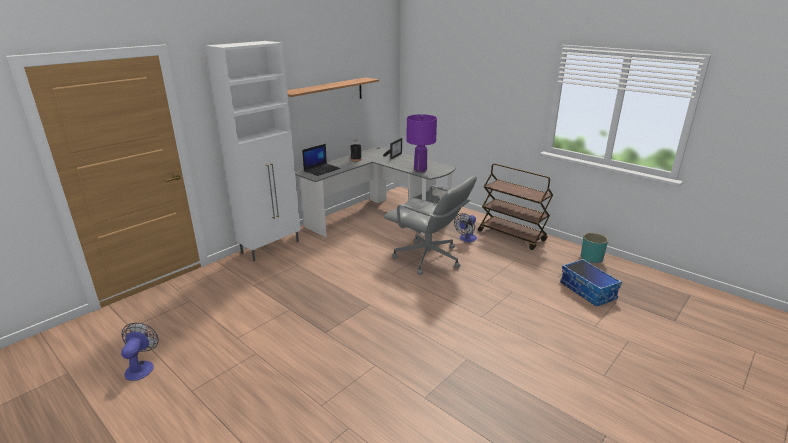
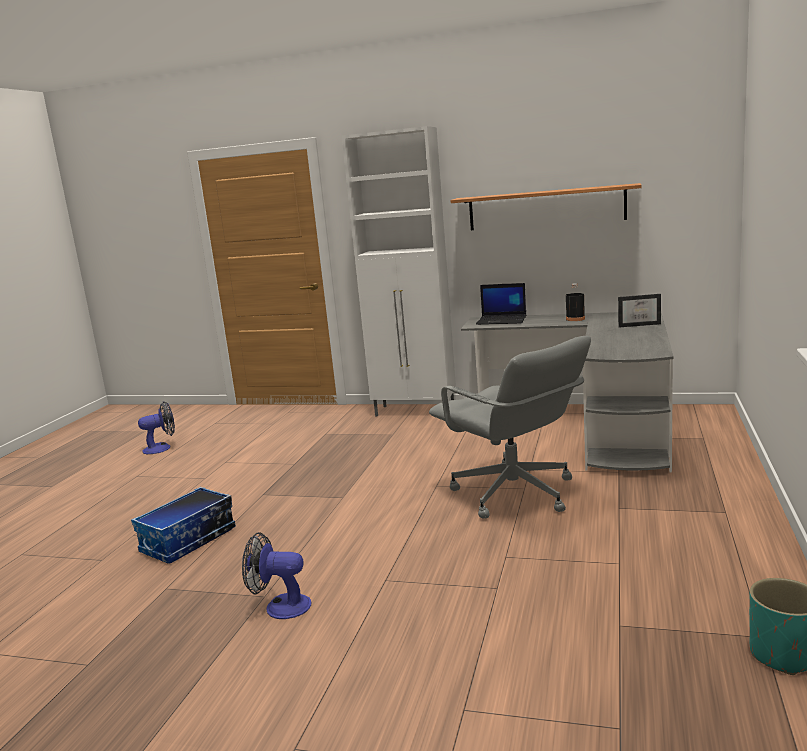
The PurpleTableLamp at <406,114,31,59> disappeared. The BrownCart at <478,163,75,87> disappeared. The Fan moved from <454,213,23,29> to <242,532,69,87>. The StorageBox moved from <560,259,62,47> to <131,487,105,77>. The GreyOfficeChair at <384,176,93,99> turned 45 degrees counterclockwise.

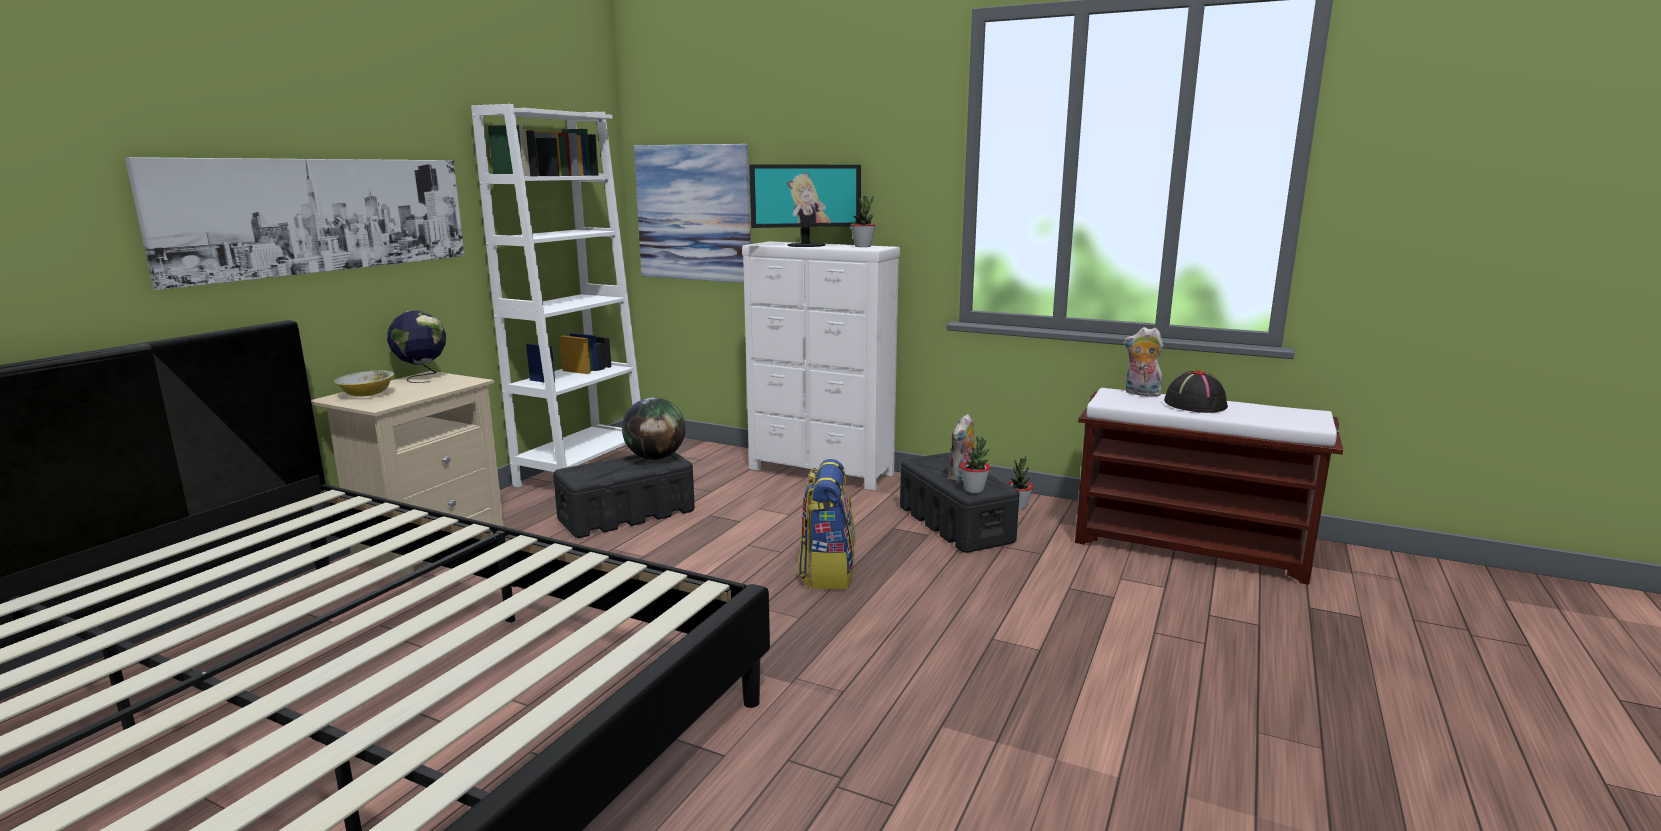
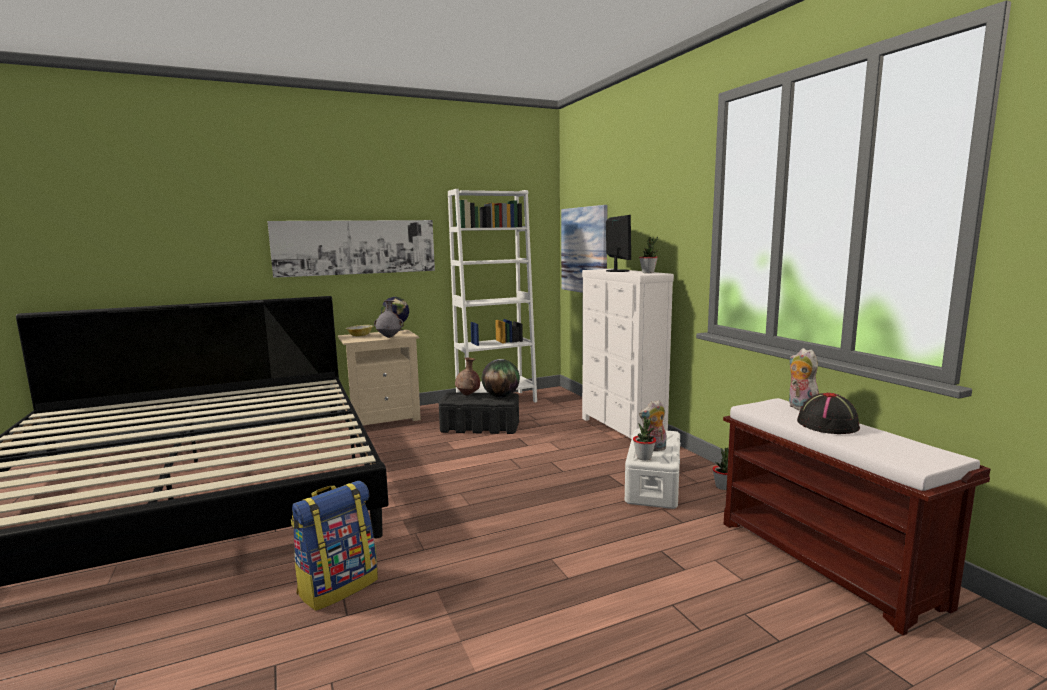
The GreyVase at <374,300,30,38> appeared. The BrownVase at <455,358,25,37> appeared. The Backpack moved from <798,459,57,130> to <291,481,87,130>. The BlackStorageBox at <900,453,120,100> became the WhiteStorageBox at <625,428,55,81>. The Monitor at <749,164,112,83> turned 120 degrees counterclockwise.

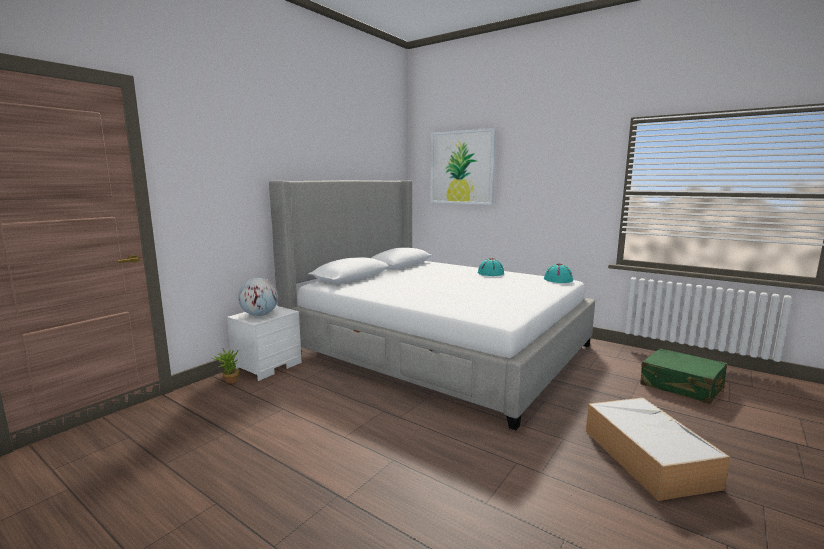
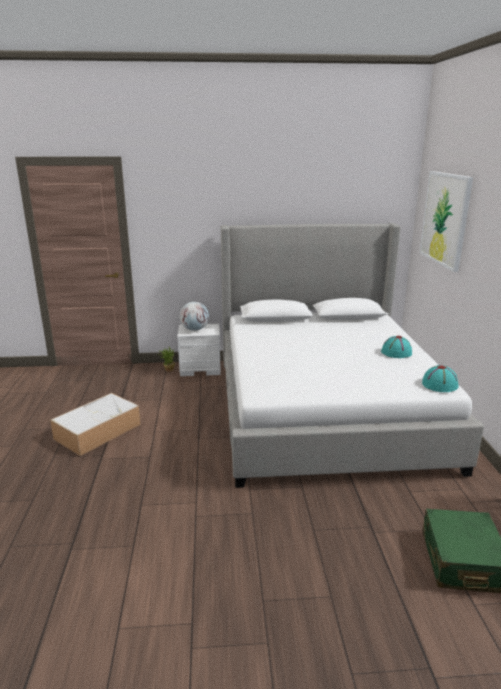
The StorageBox moved from <586,398,144,103> to <50,393,91,63>.

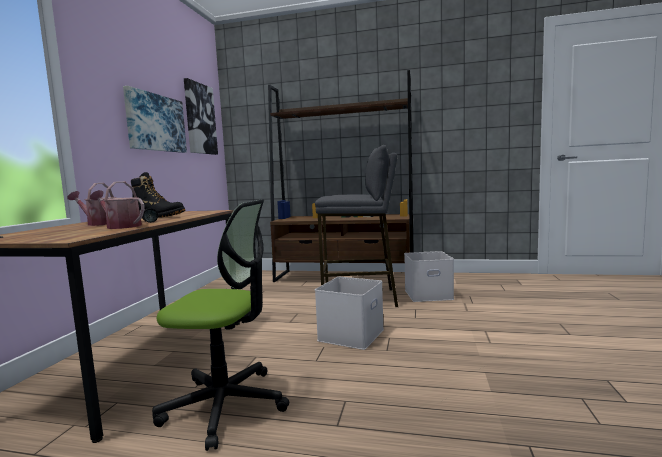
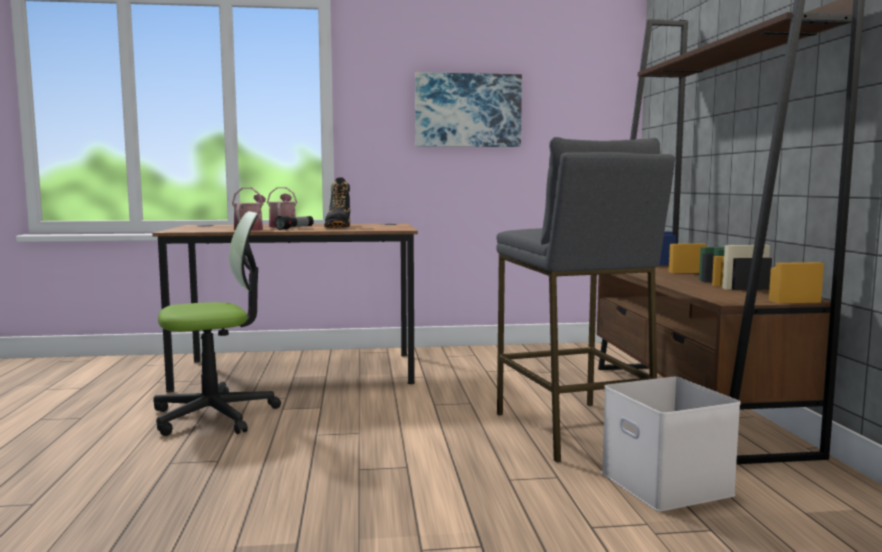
The Picture at <184,78,34,77> disappeared. The WhiteStorageBox at <315,277,69,73> disappeared. The OfficeChair at <152,199,137,252> turned 105 degrees counterclockwise.

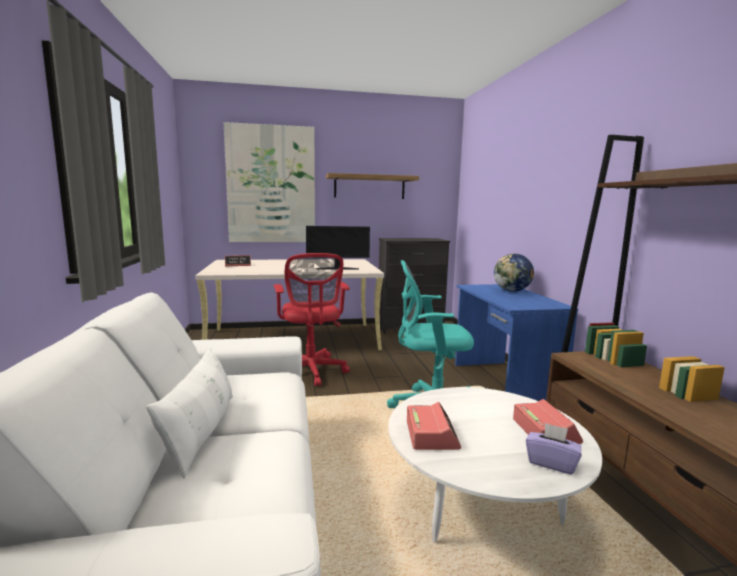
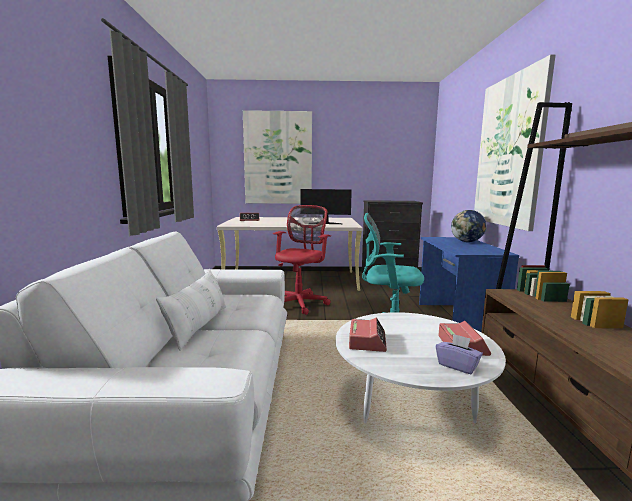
The Shelf at <326,173,93,26> disappeared. The Picture at <474,54,82,177> appeared. The RedOfficeChair at <274,253,76,133> turned 150 degrees counterclockwise.

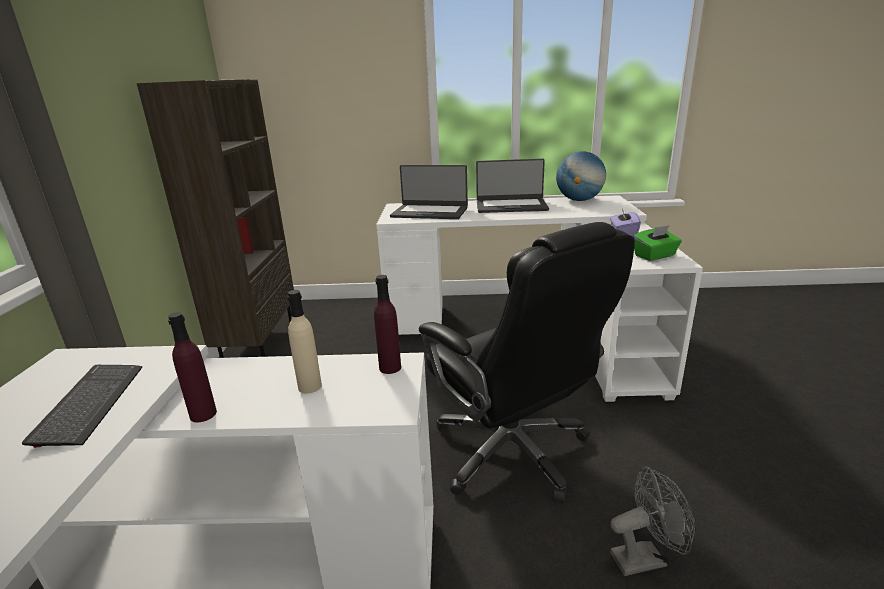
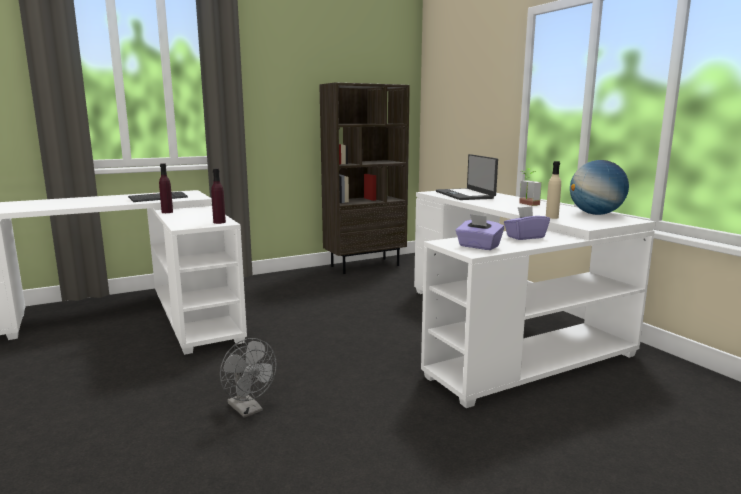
The BlackOfficeChair at <419,222,216,282> disappeared. The BeigeBottle moved from <287,290,35,103> to <546,161,15,58>. The Laptop at <476,159,73,54> was replaced by the PottedPlant at <519,168,23,38>. The GreenTissueBox at <633,225,49,36> became the PurpleTissueBox at <456,214,48,36>.

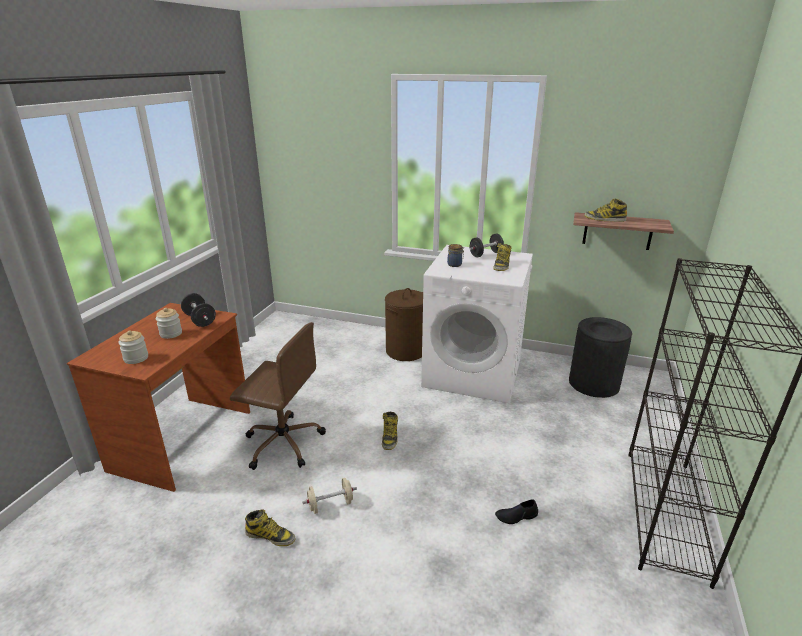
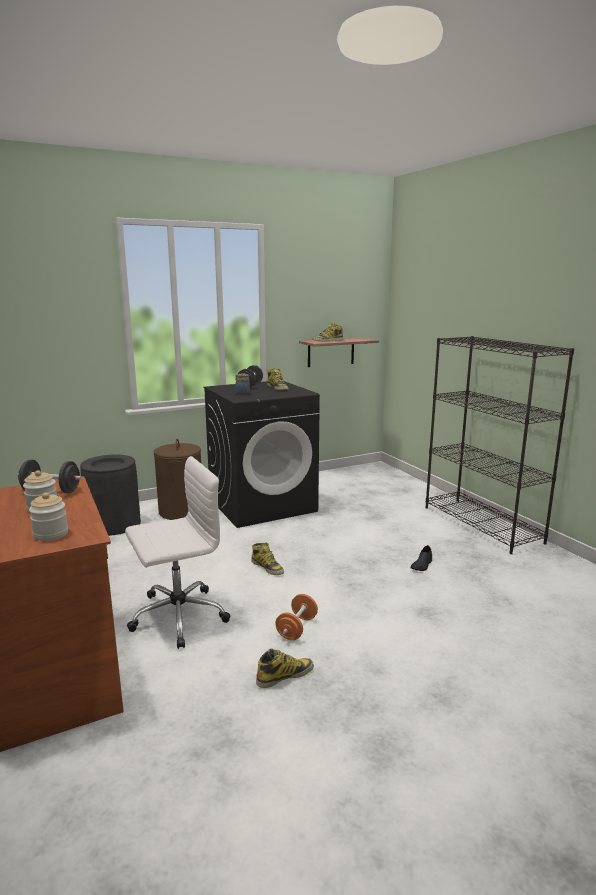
The BlackTrashCan moved from <569,317,63,81> to <80,454,61,82>. The BrownOfficeChair at <230,322,96,148> became the WhiteOfficeChair at <125,456,105,193>. The BeigeDumbbell at <302,478,55,36> became the OrangeDumbbell at <275,594,43,46>. The WhiteWashingMachine at <421,245,112,158> became the BlackWashingMachine at <204,381,116,147>.

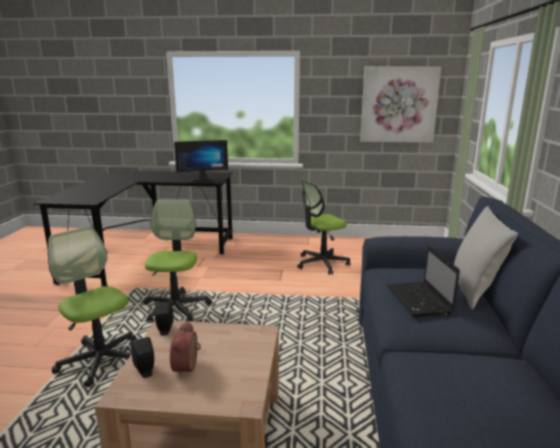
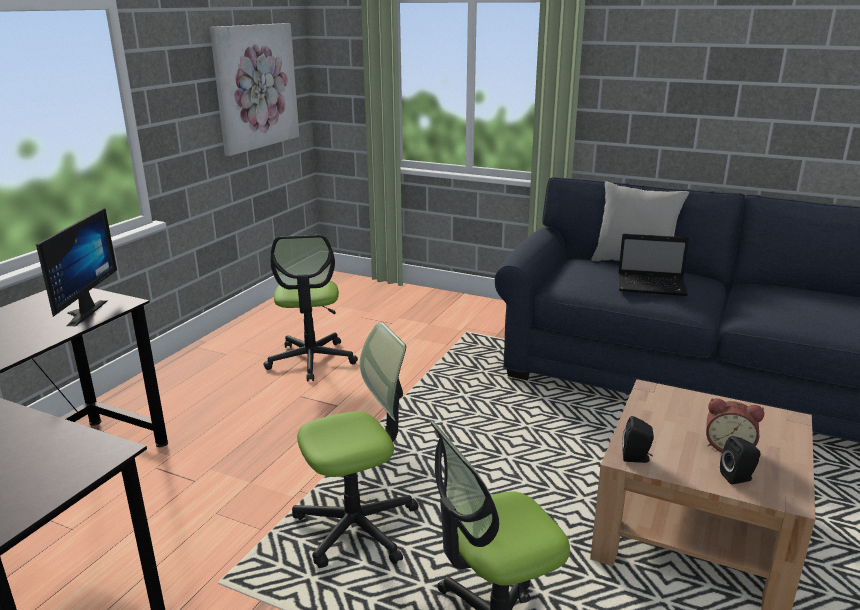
The OfficeChair at <143,200,69,122> turned 135 degrees clockwise.

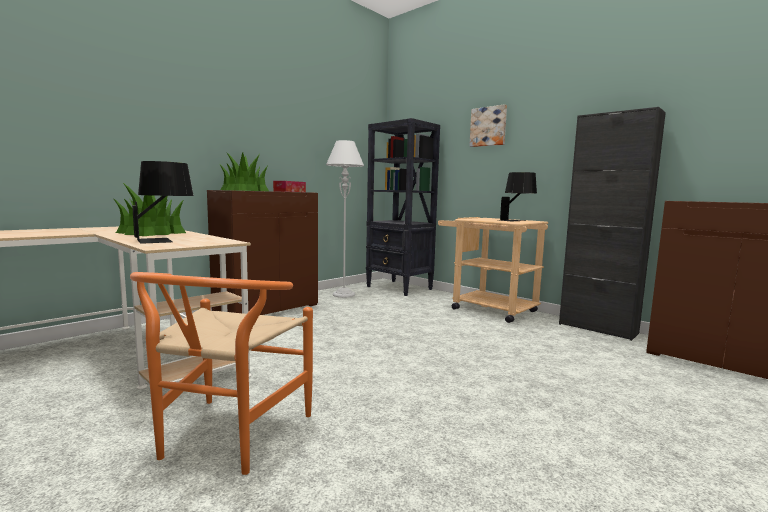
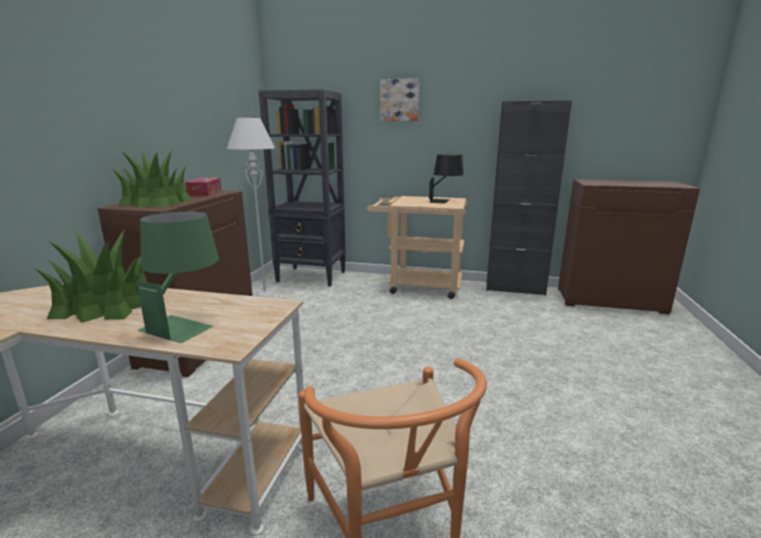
The BlackTableLamp at <132,161,62,83> became the GreenTableLamp at <136,211,83,132>.

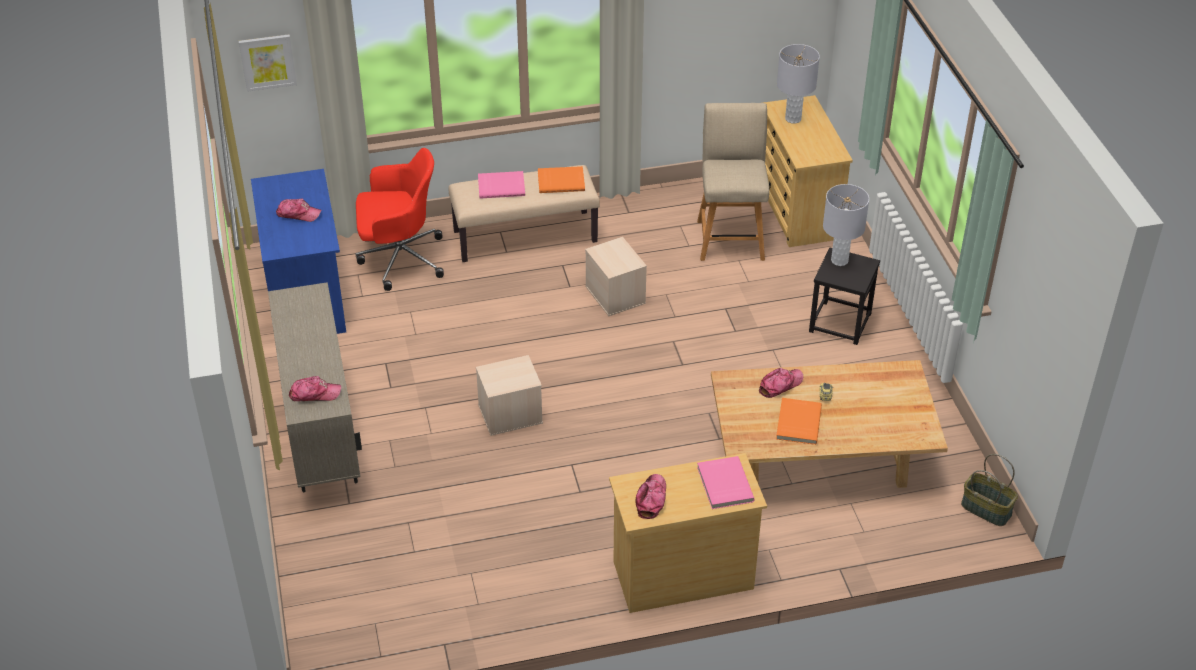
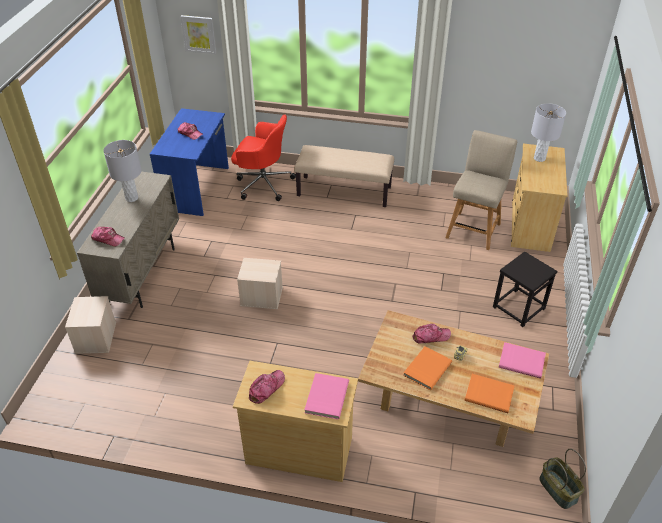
The PinkBook moved from <478,171,47,28> to <499,342,47,37>. The OrangeBook moved from <538,166,47,27> to <465,374,49,39>. The BeigeStorageBox moved from <585,237,62,79> to <65,296,51,58>. The GreyTableLamp moved from <823,184,46,82> to <104,140,38,62>.

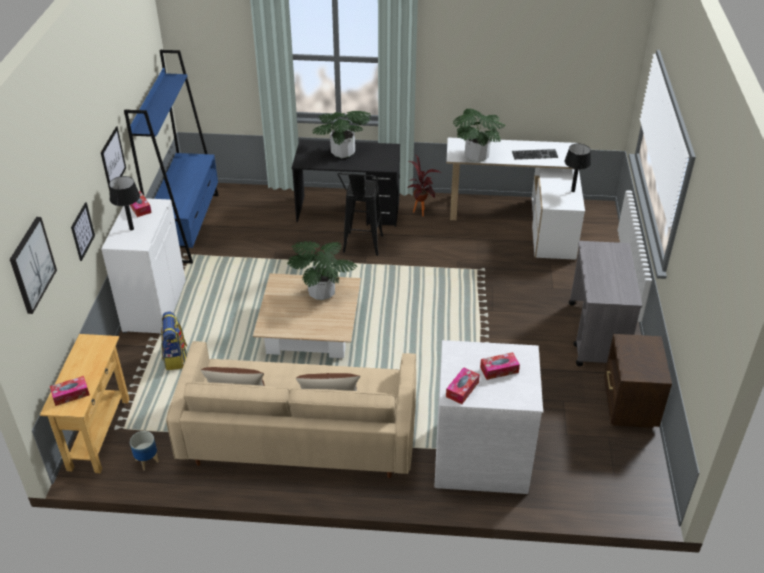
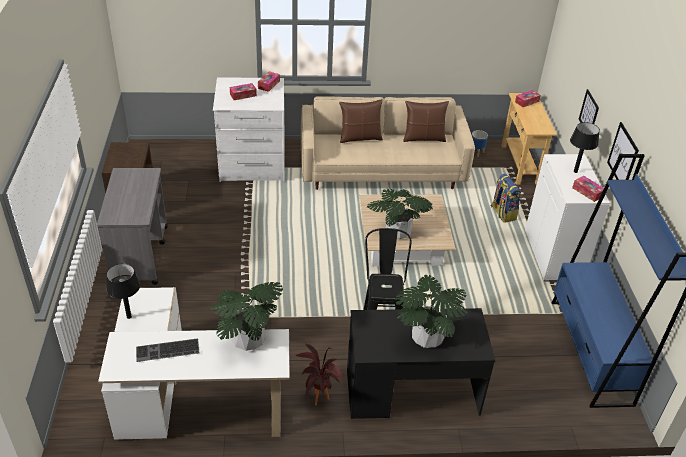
The Picture at <10,217,47,97> disappeared.

